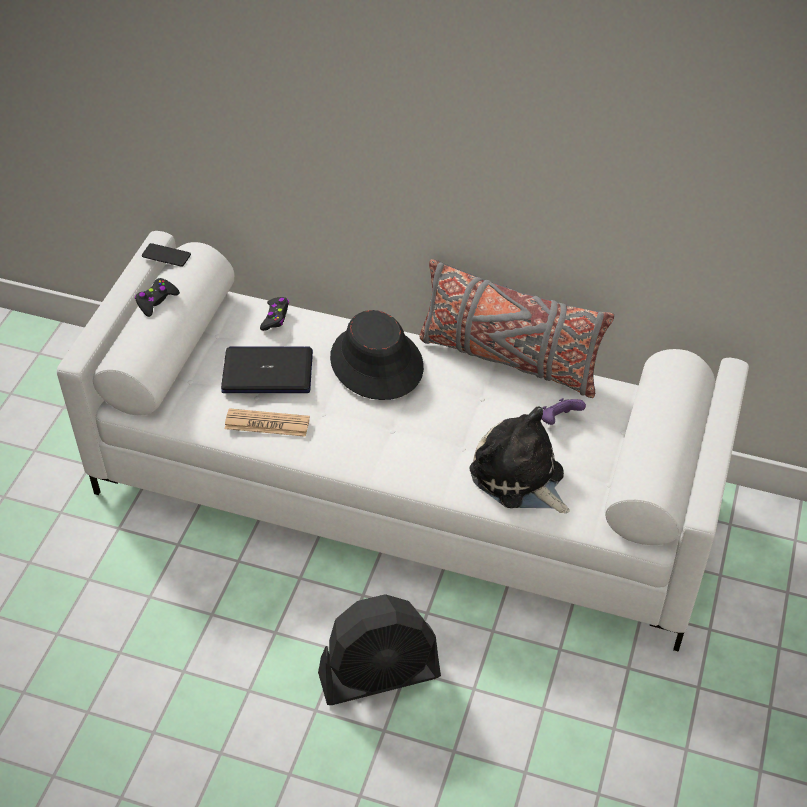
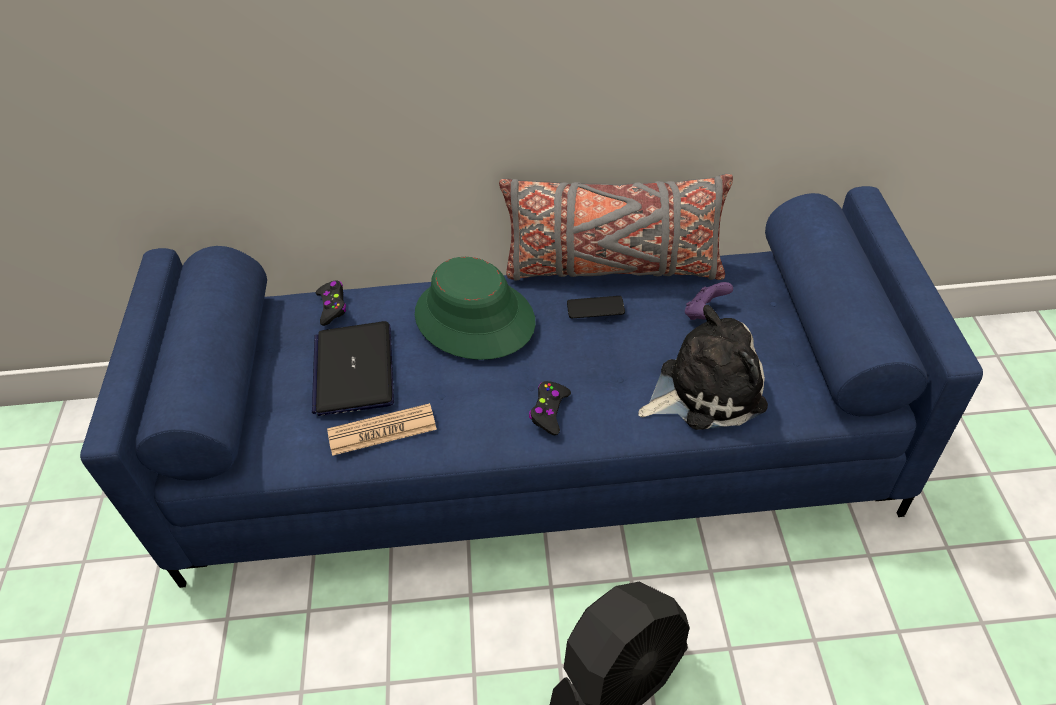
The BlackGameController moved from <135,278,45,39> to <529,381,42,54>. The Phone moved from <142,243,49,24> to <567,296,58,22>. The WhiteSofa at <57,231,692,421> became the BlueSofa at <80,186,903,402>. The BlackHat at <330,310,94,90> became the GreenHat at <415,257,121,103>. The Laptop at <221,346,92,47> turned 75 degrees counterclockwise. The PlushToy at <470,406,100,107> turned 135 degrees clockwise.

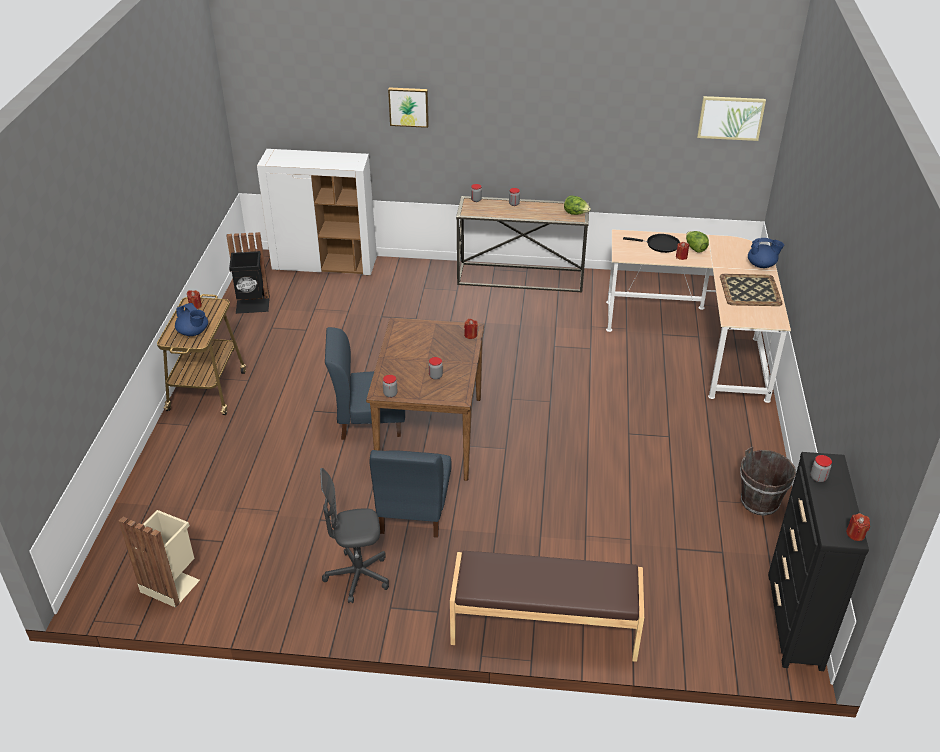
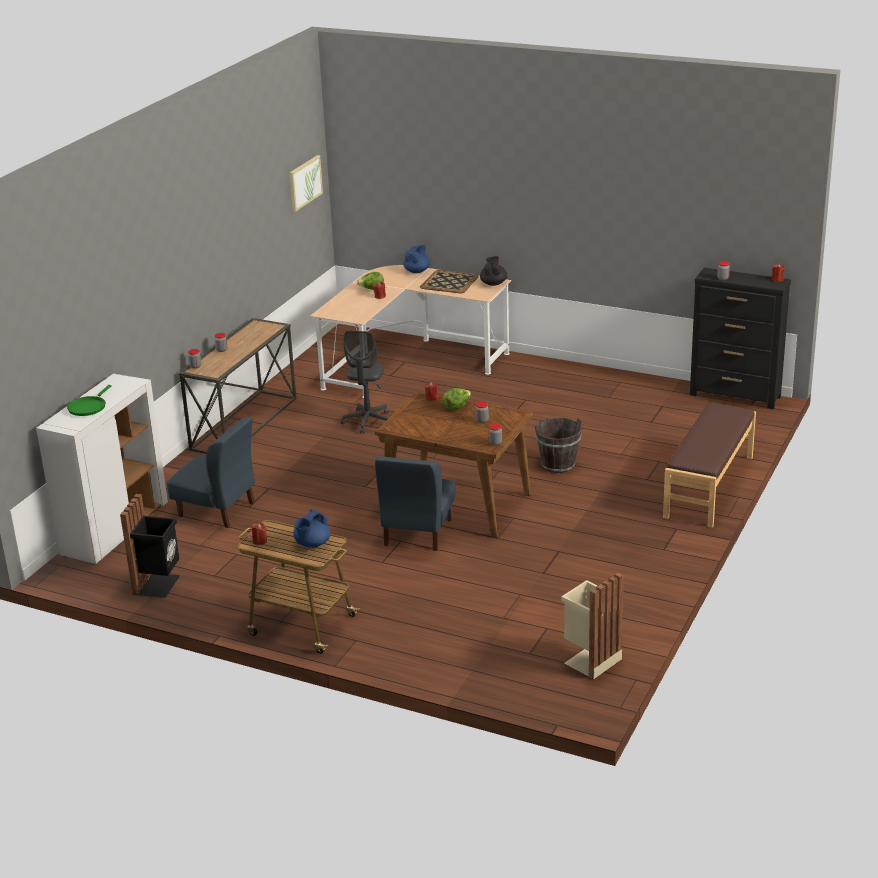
The Picture at <388,88,41,40> disappeared. The BlackFryingPan at <623,234,57,19> disappeared. The GreenFryingPan at <67,385,44,31> appeared. The BlackTeapot at <480,256,27,30> appeared. The GreyOfficeChair moved from <320,468,69,135> to <341,331,48,103>. The BlueChair moved from <370,450,82,88> to <167,417,88,111>. The Lettuce moved from <564,195,27,20> to <443,388,28,22>. The BrownBucket moved from <740,447,56,69> to <535,417,47,56>. The BlueTeapot at <175,303,33,33> turned 150 degrees clockwise.

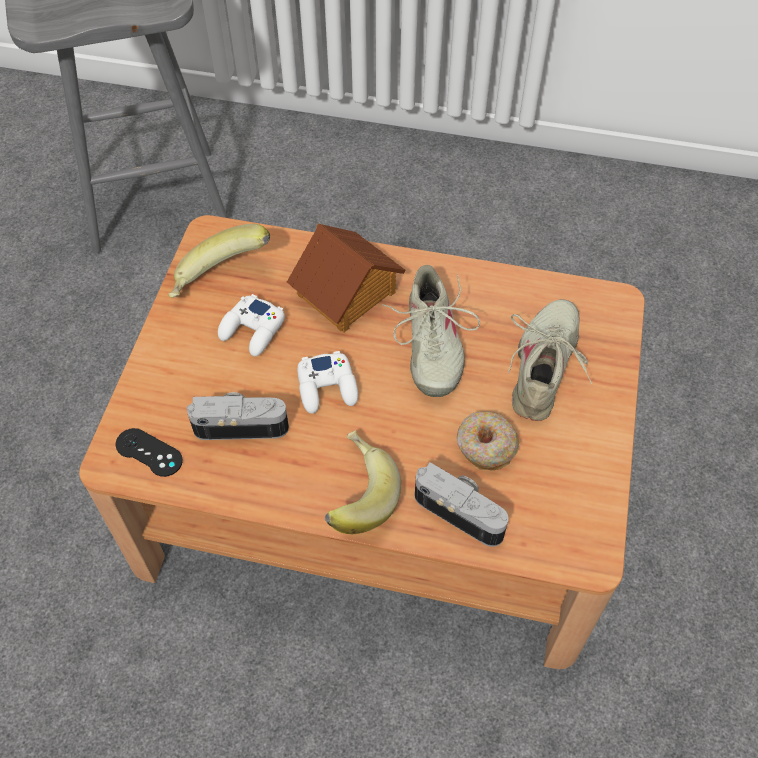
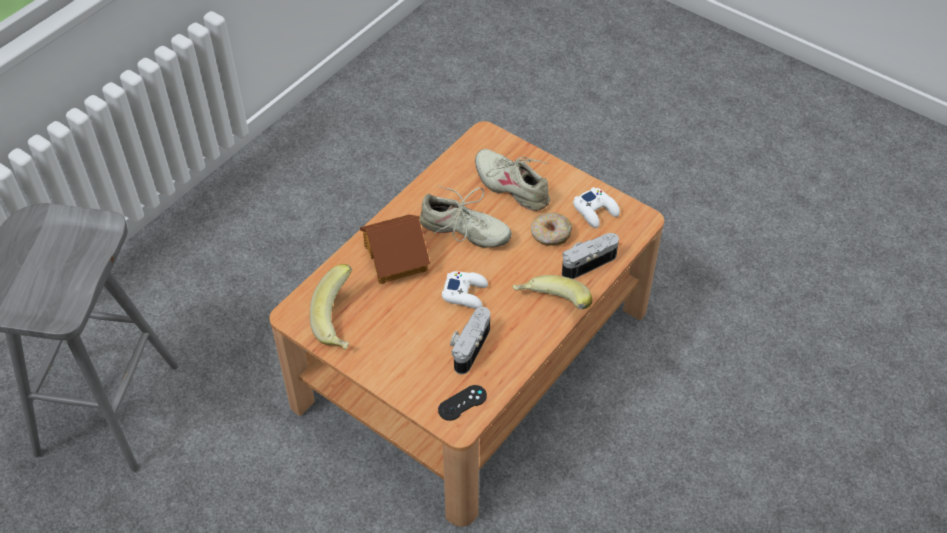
The WhiteGameController moved from <218,294,67,62> to <573,187,47,41>.

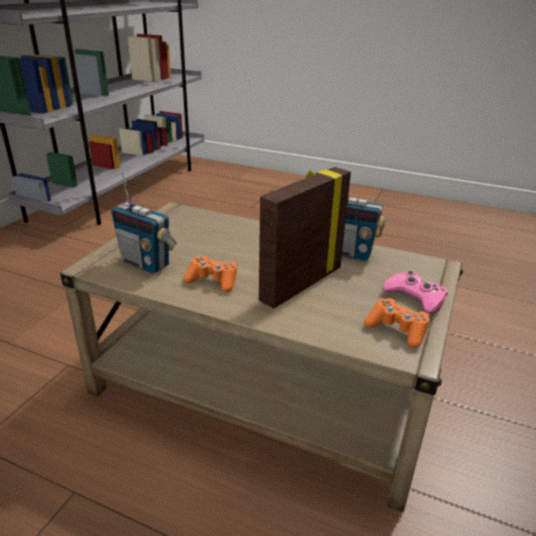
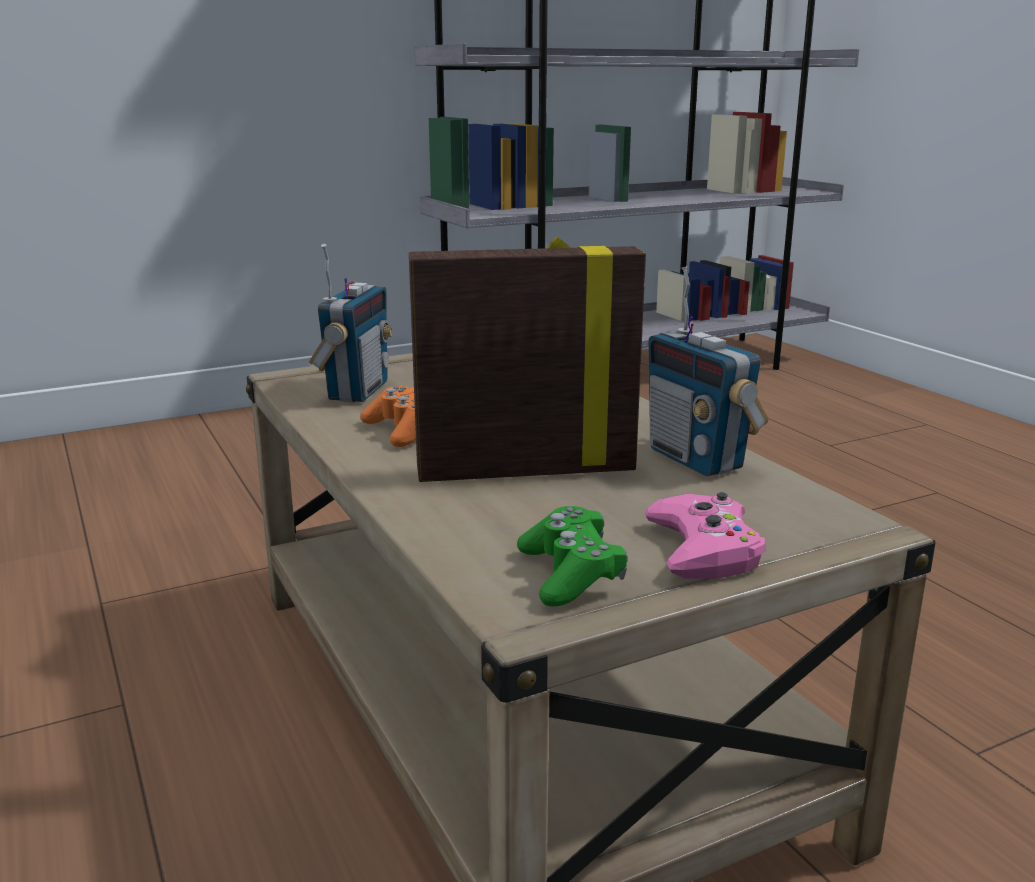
The OrangeGameController at <364,298,65,50> became the GreenGameController at <517,506,111,100>. The Radio at <111,173,66,101> turned 150 degrees counterclockwise.

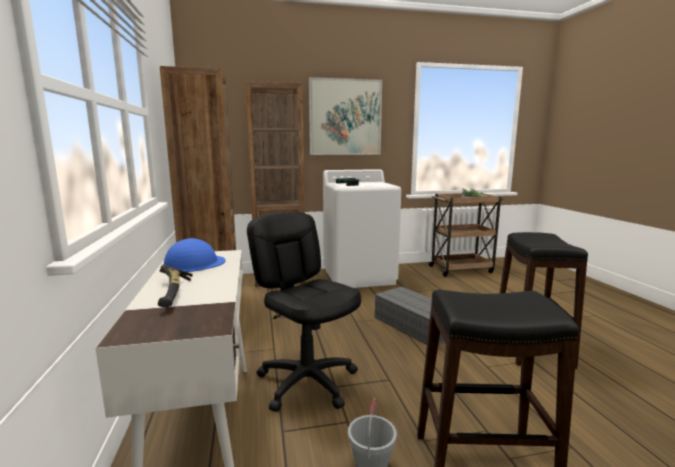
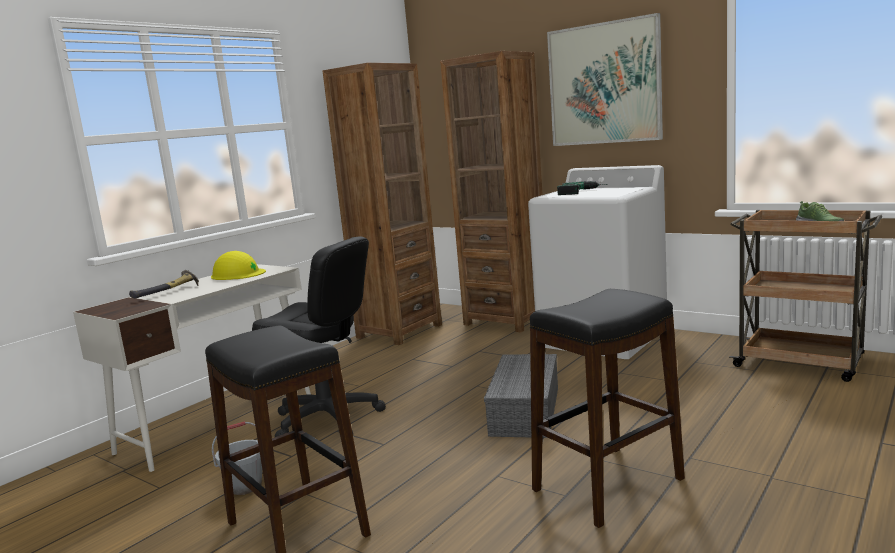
The BlueHardHat at <163,238,63,34> became the YellowHardHat at <211,251,55,29>. The BlackOfficeChair at <247,212,114,200> turned 105 degrees clockwise.

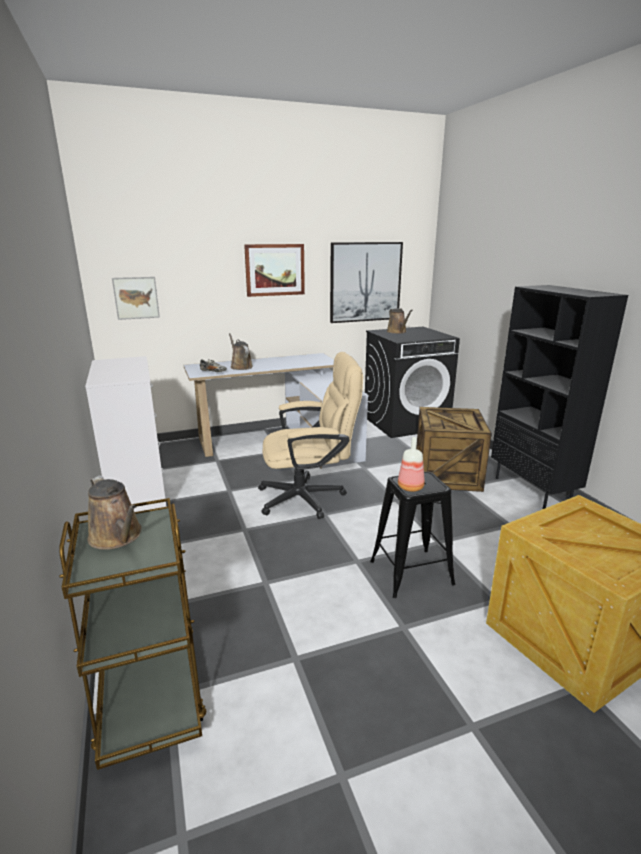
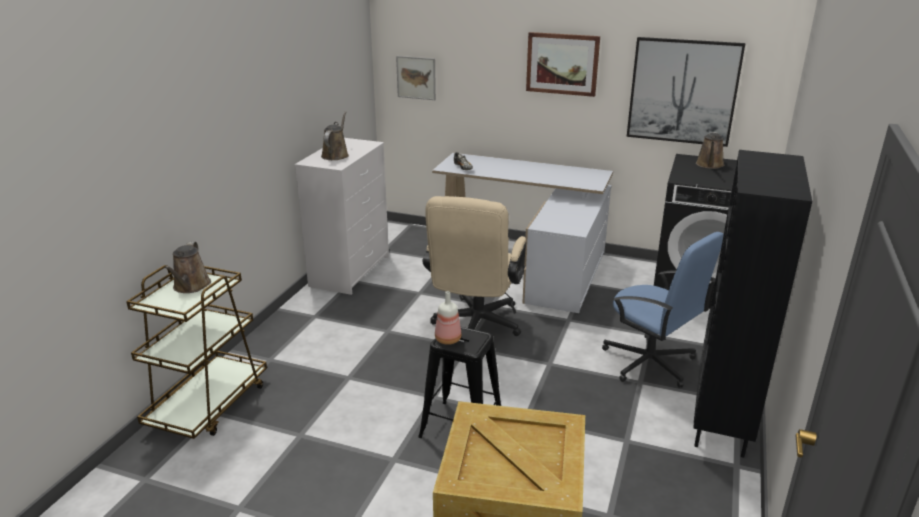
The BrownWateringCan moved from <229,333,24,37> to <321,111,28,49>. The Crate at <416,407,76,85> was replaced by the BlueOfficeChair at <602,232,122,156>. The BeigeOfficeChair at <258,352,105,167> turned 75 degrees clockwise.

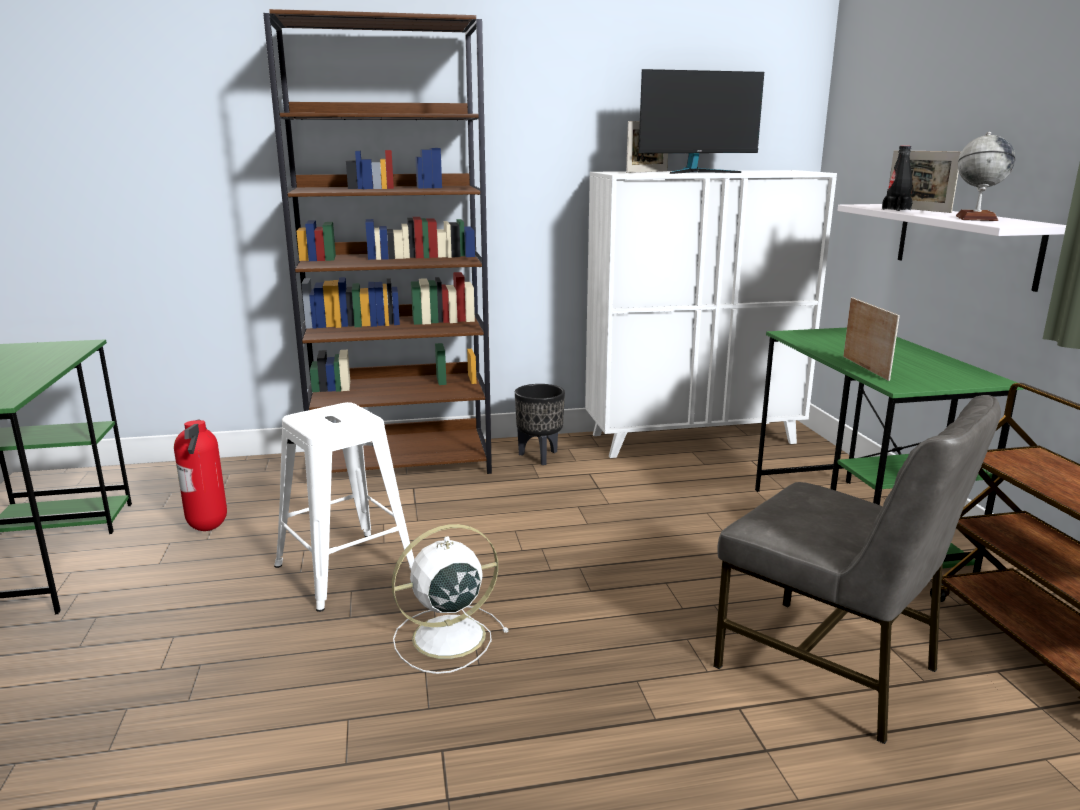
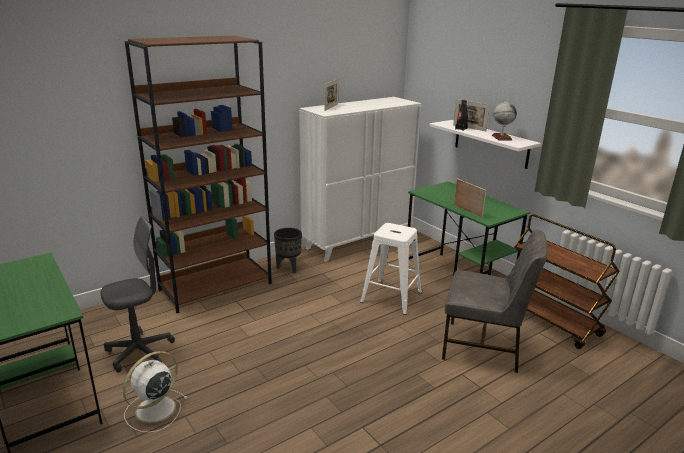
The Monitor at <639,69,125,105> disappeared. The WhiteStool moved from <274,402,140,210> to <360,223,62,92>. The WhiteFan moved from <392,524,117,150> to <123,351,64,82>. The FireExtinguisher at <174,420,53,111> was replaced by the GreyOfficeChair at <100,216,75,157>.

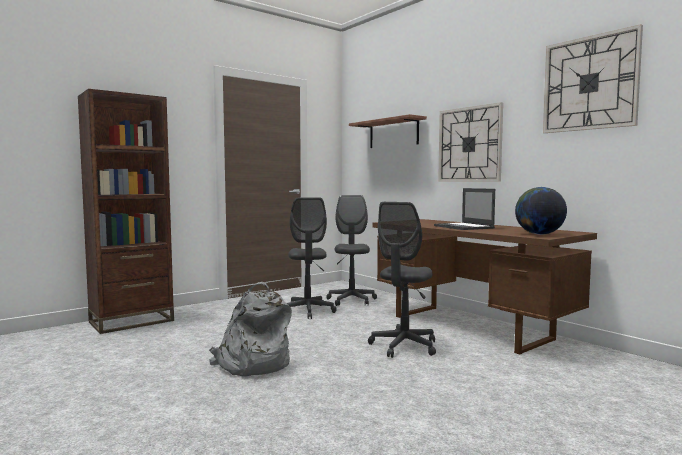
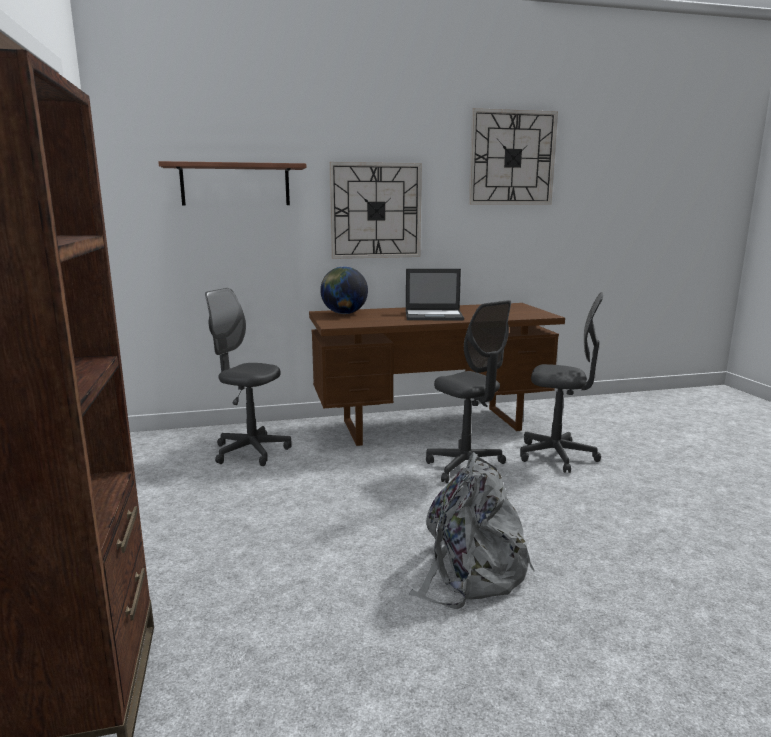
The GreyOfficeChair moved from <287,197,50,122> to <520,292,83,181>. The Globe moved from <515,187,52,48> to <320,267,48,47>.

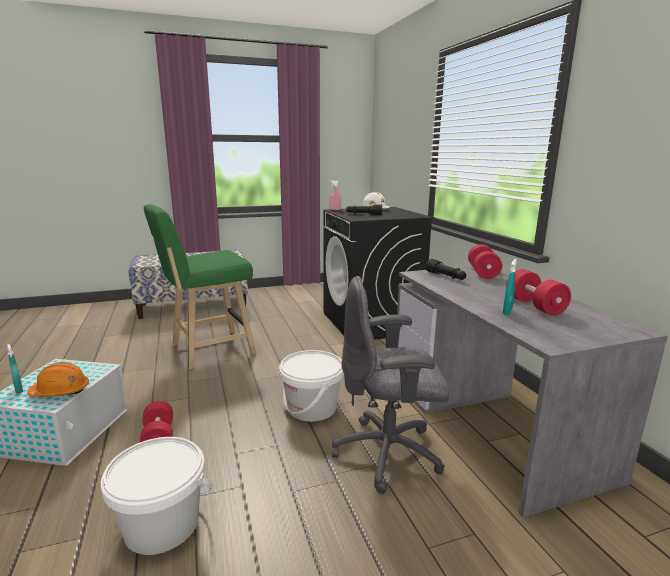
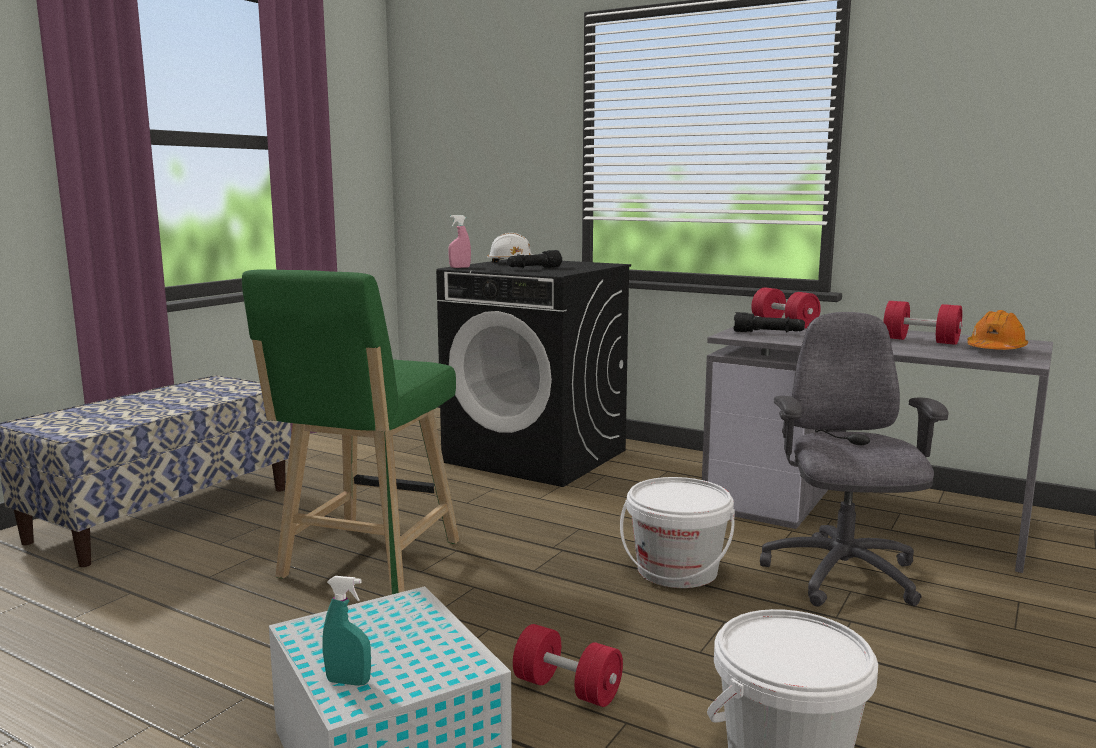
The TurquoiseSprayBottle at <503,259,14,56> disappeared. The OrangeHardHat moved from <27,362,62,35> to <967,310,61,40>. The GreyOfficeChair at <332,276,117,218> turned 135 degrees clockwise.

